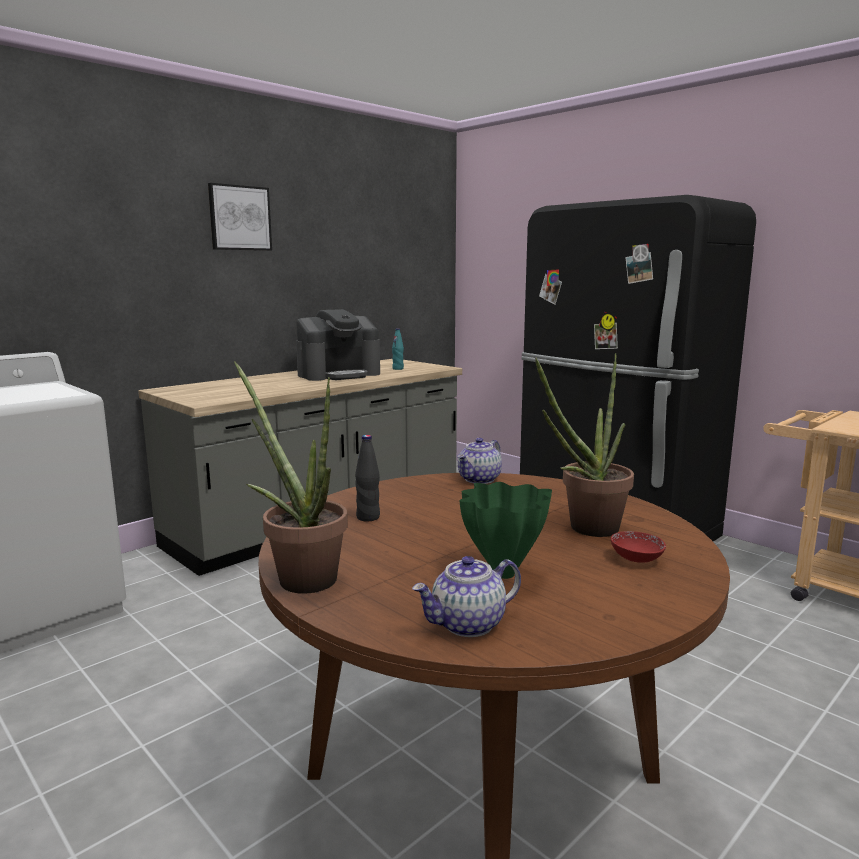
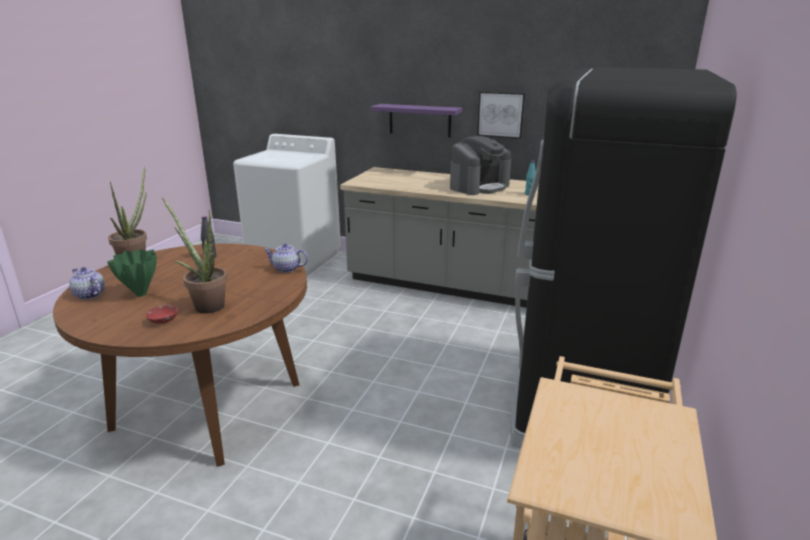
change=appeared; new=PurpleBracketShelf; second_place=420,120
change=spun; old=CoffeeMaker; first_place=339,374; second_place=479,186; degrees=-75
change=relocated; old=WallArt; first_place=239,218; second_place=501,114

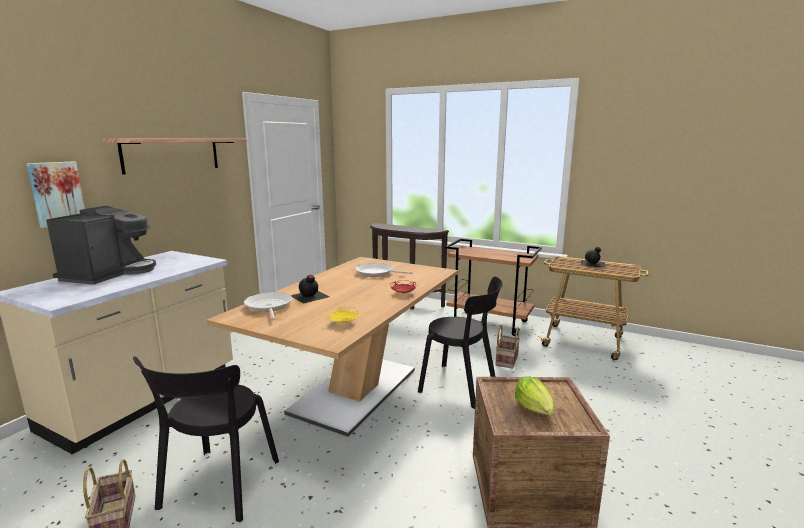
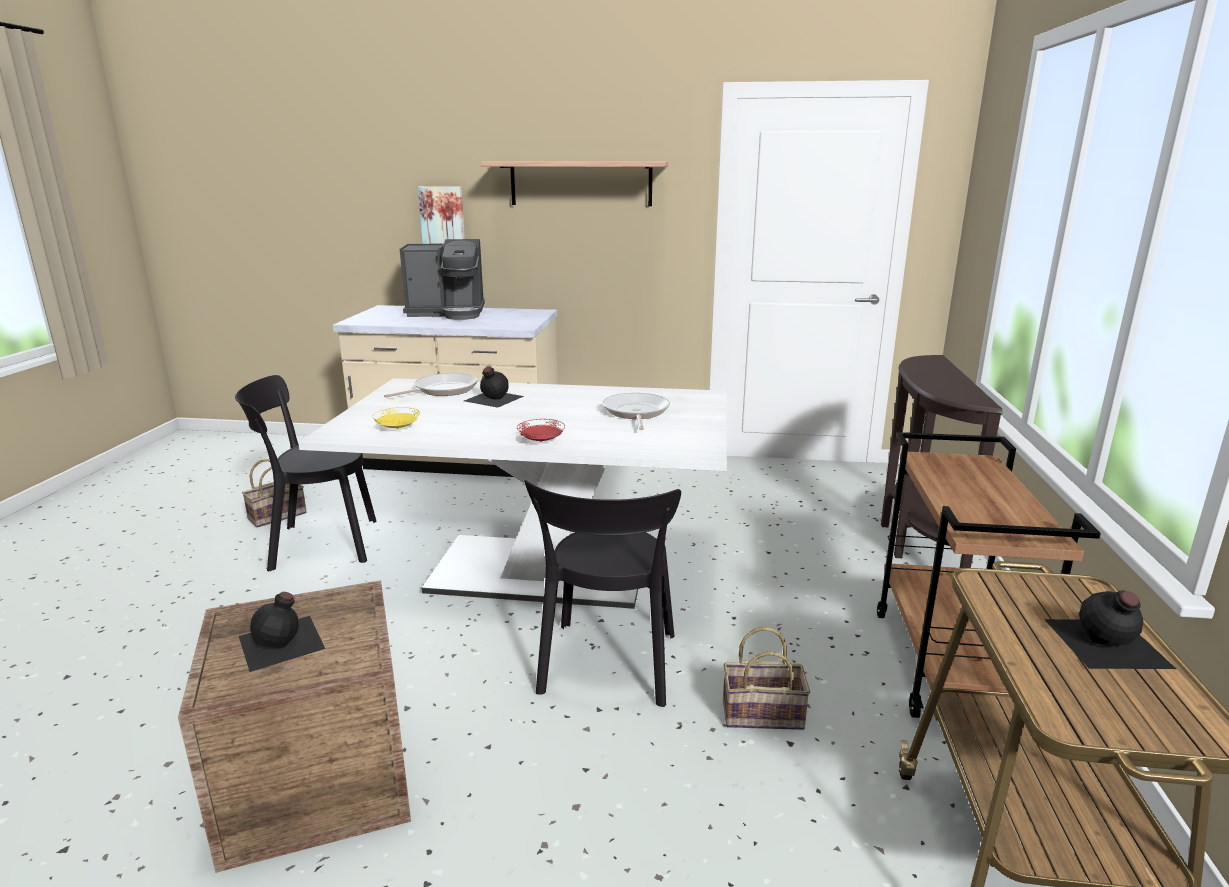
change=exchanged; old=Lettuce; new=BlackDrinkBottle; first_place=534,408; second_place=283,642
change=colour; old=BrownishDiningTable; new=WhiteColouredDiningTable; first_place=355,390; second_place=539,571

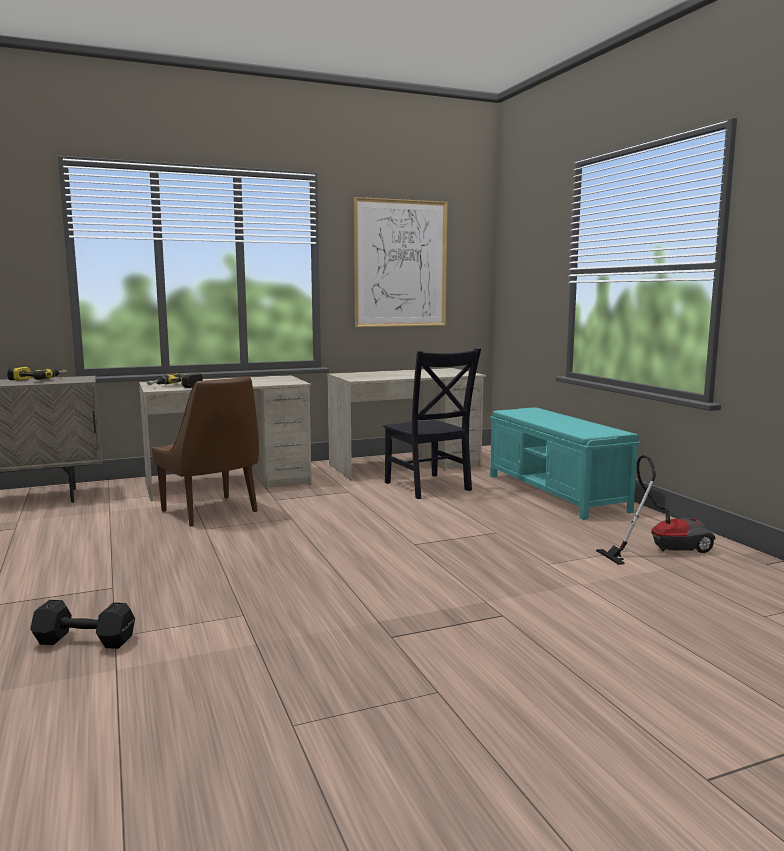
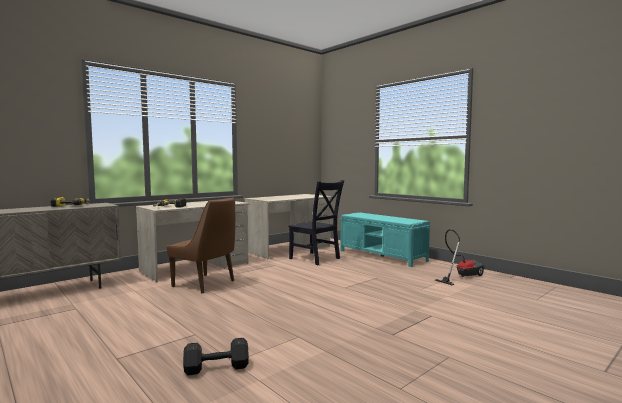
change=missing; old=WallArt; first_place=400,264

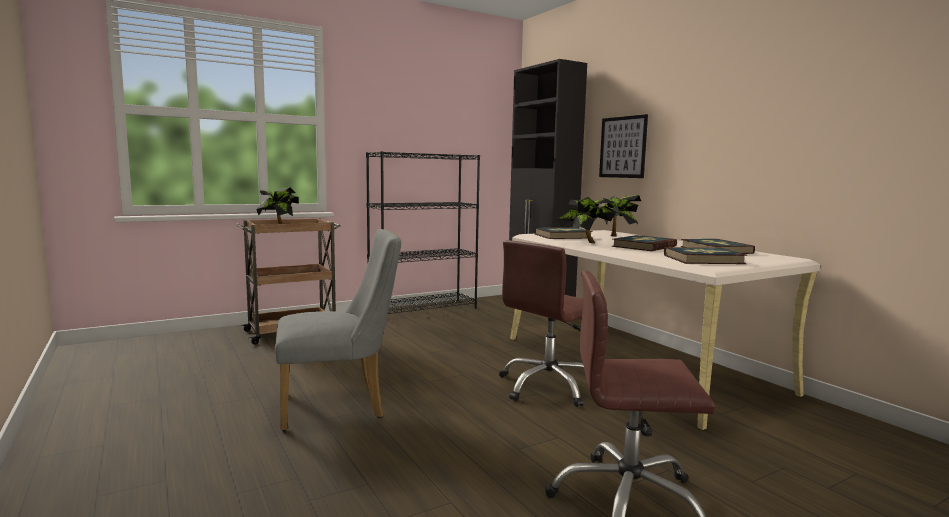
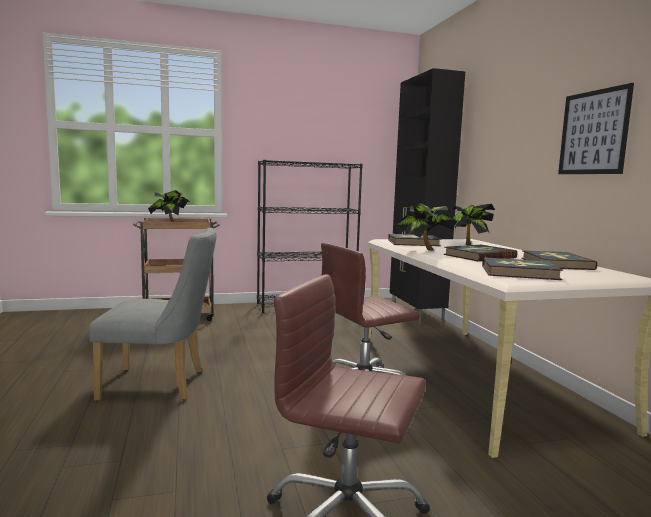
change=relocated; old=WallArt; first_place=622,147; second_place=593,132

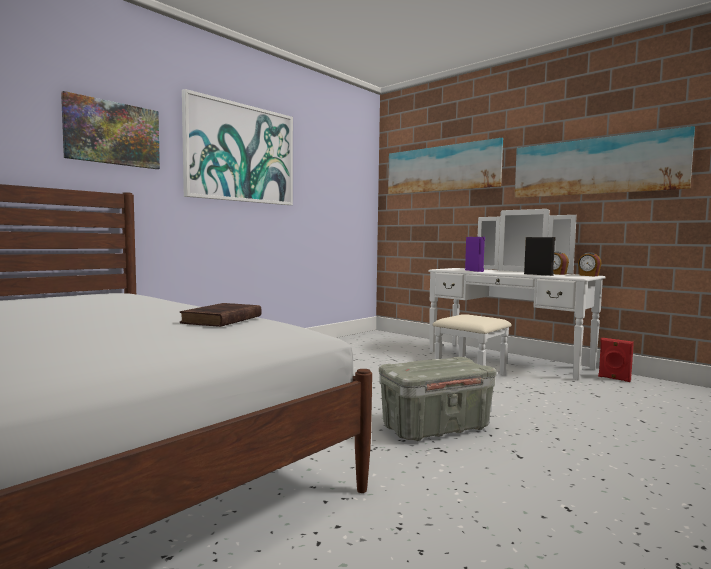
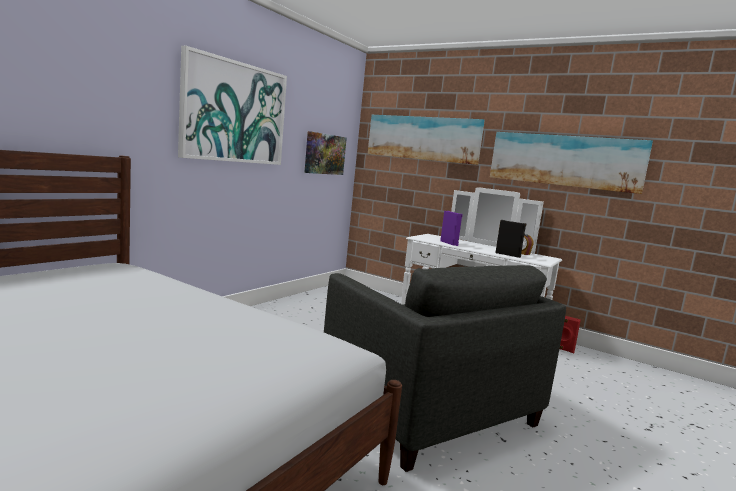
change=relocated; old=WallArt; first_place=112,133; second_place=325,154
change=exchanged; old=GrayStorageBox; new=GrayArmchair; first_place=435,428; second_place=427,407
change=missing; old=BrownishBook; first_place=221,320
change=missing; old=BedsideClock; first_place=588,275

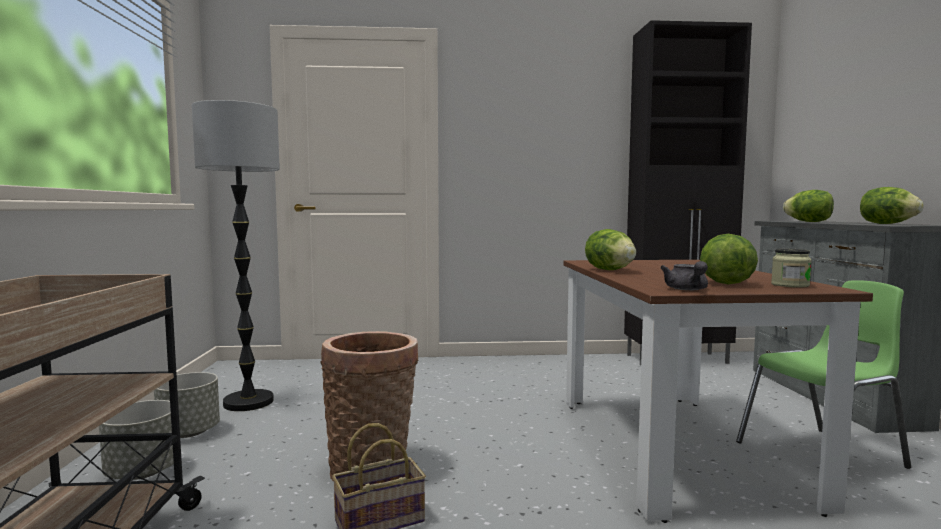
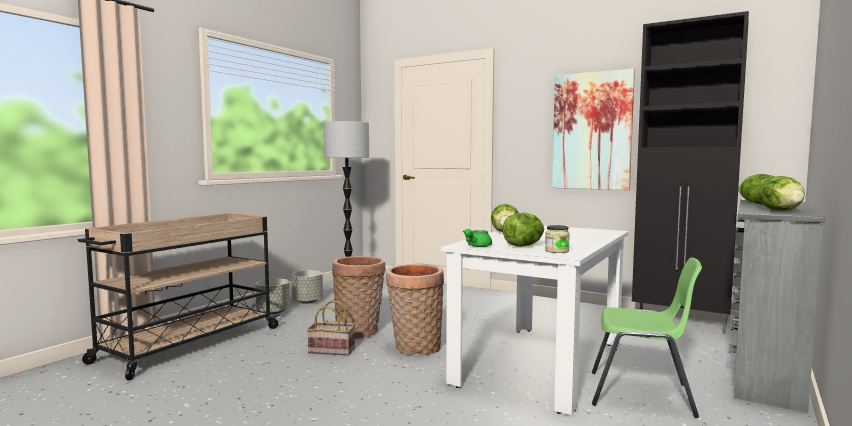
change=appeared; new=Basket; second_place=415,348
change=colour; old=BrownishDiningTable; new=WhiteColouredDiningTable; first_place=673,447; second_place=540,364
change=colour; old=GrayTeapot; new=GreenTeapot; first_place=687,289; second_place=476,246
change=appeared; new=WallArt; second_place=592,131

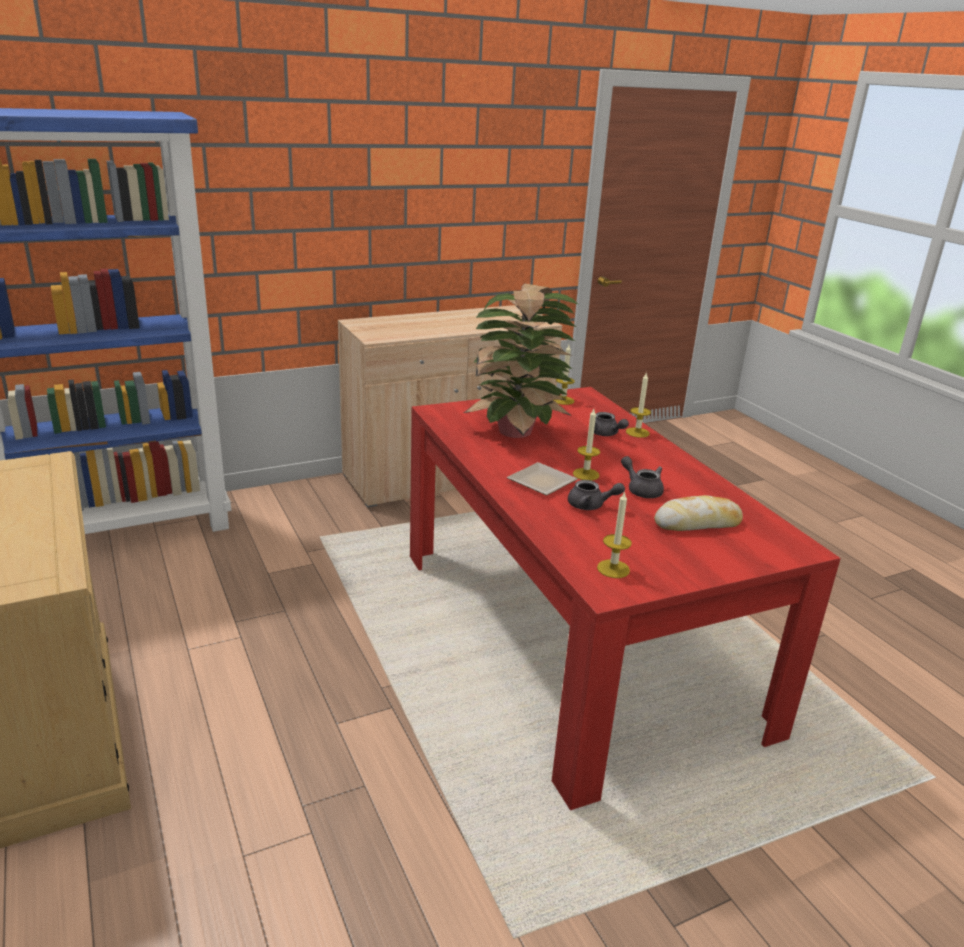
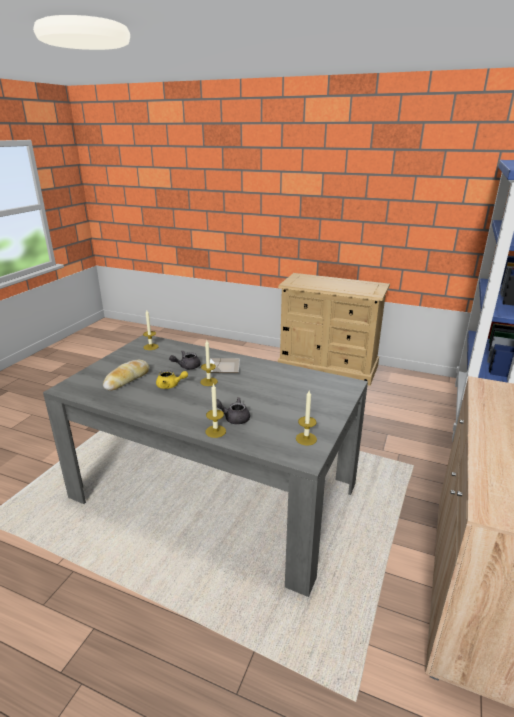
change=colour; old=RedDiningTable; new=GrayDiningTable; first_place=572,635; second_place=215,491
change=colour; old=GrayTeapot; new=YellowTeapot; first_place=641,490; second_place=170,385
change=missing; old=PottedPlant; first_place=515,433

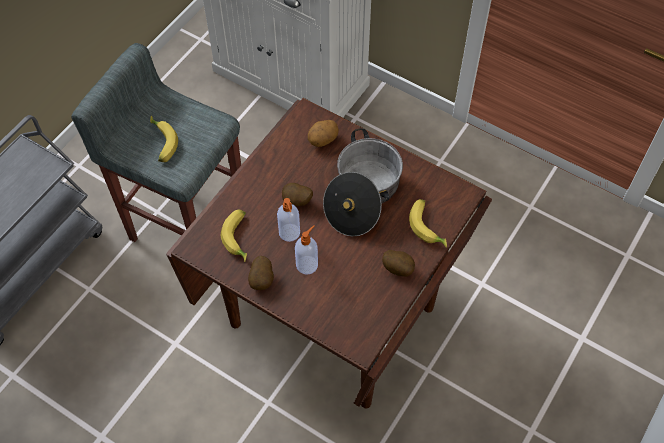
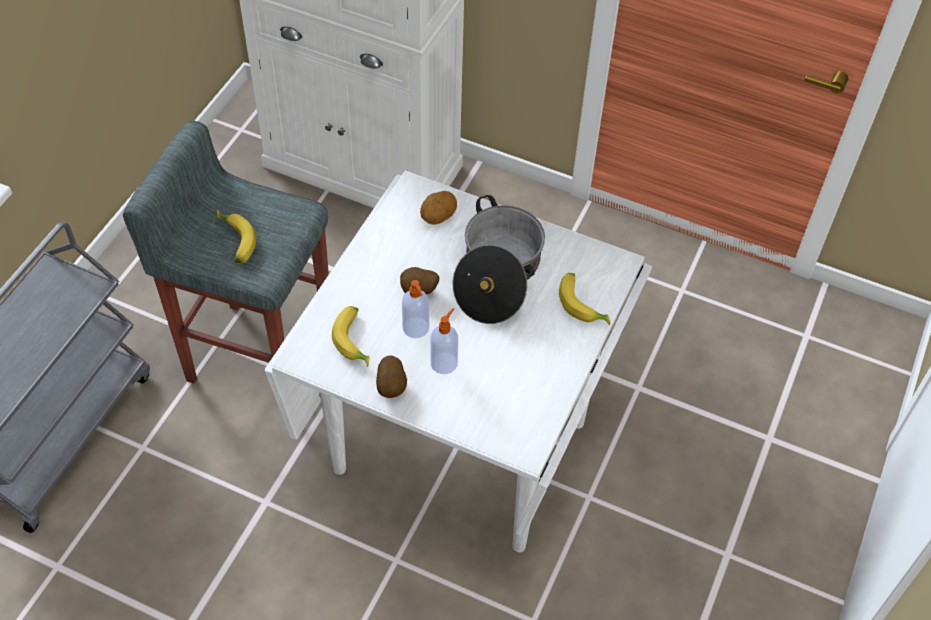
change=colour; old=BrownishDiningTable; new=WhiteColouredDiningTable; first_place=331,317; second_place=459,447
change=missing; old=Spud; first_place=398,268

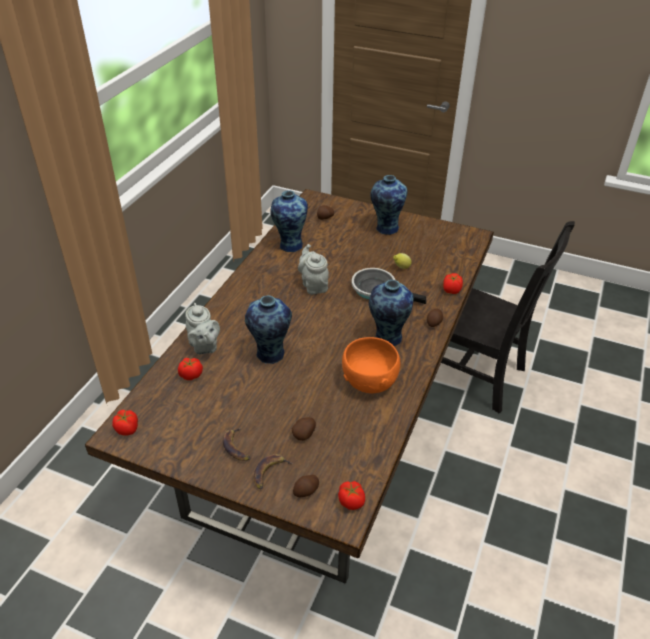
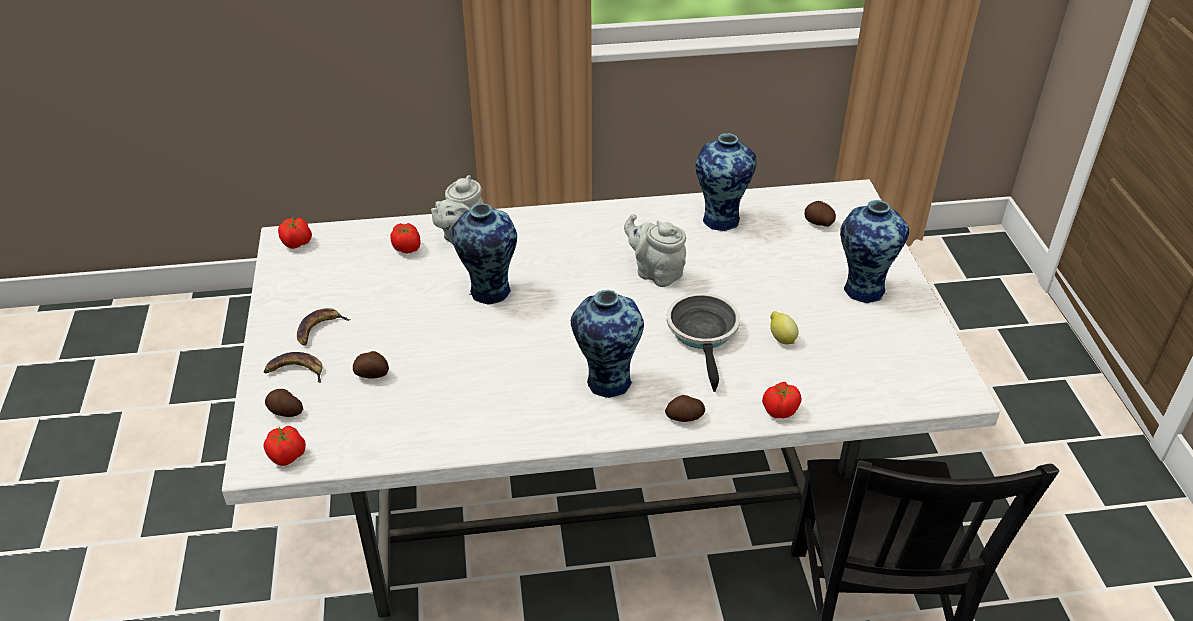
change=colour; old=BrownishDiningTable; new=WhiteColouredDiningTable; first_place=323,433; second_place=598,488
change=spun; old=GrayTeapot; first_place=313,285; second_place=656,273; degrees=-90
change=missing; old=OrangeDeepDish; first_place=370,381

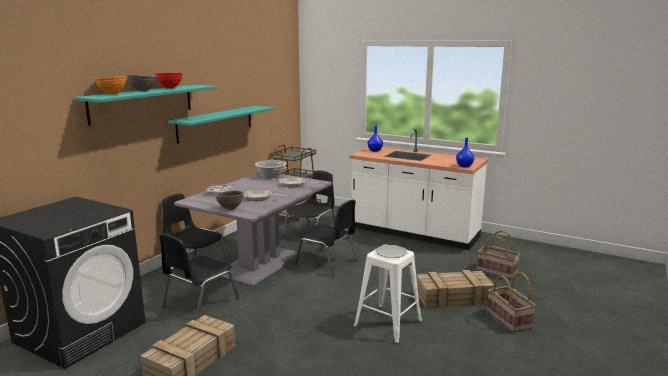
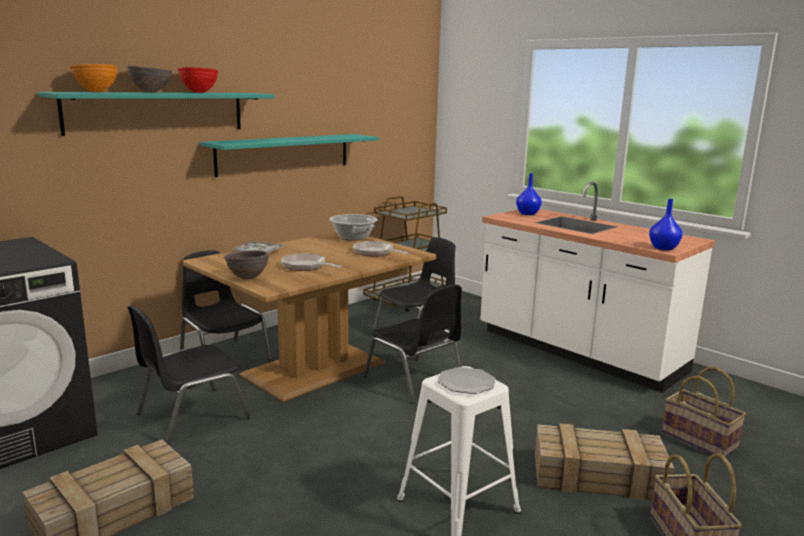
change=colour; old=GrayDiningTable; new=BrownishDiningTable; first_place=261,264; second_place=315,369

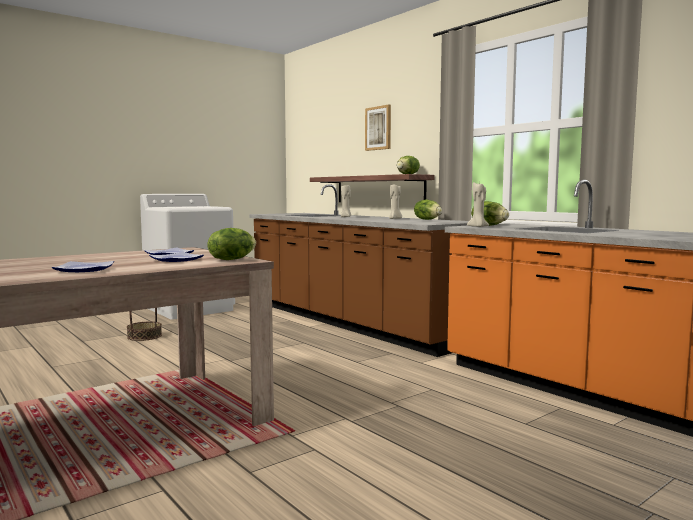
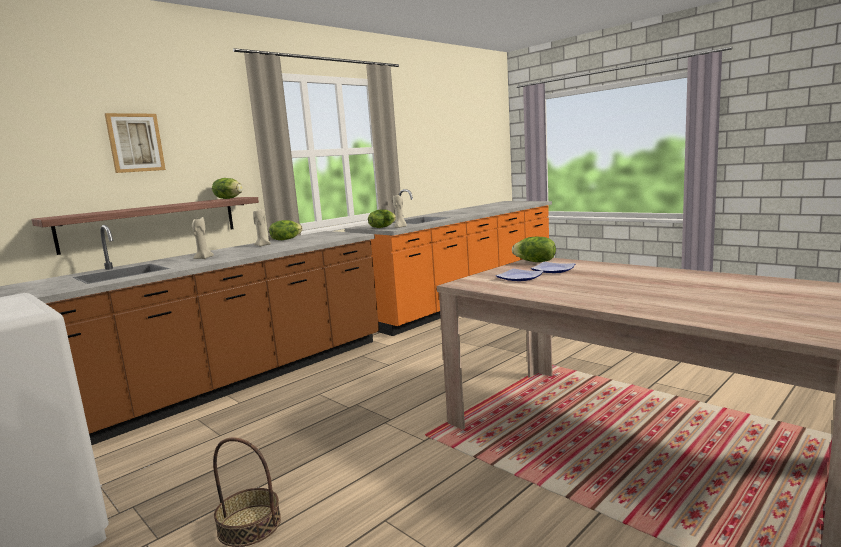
change=missing; old=FlatDish; first_place=85,270

